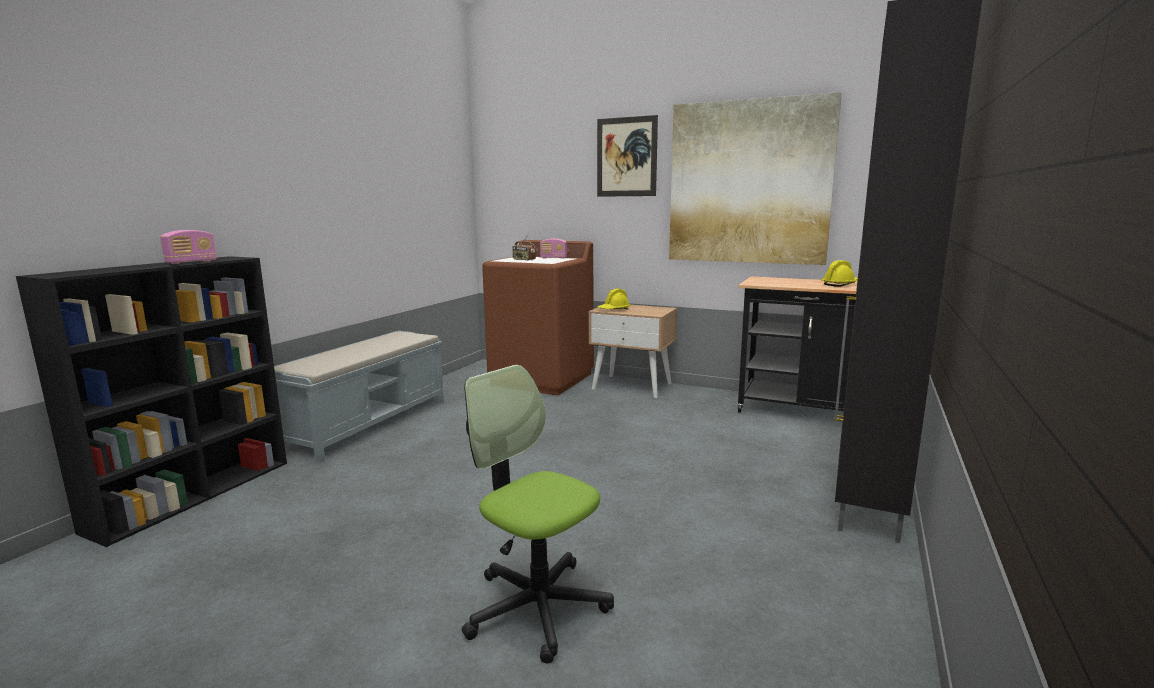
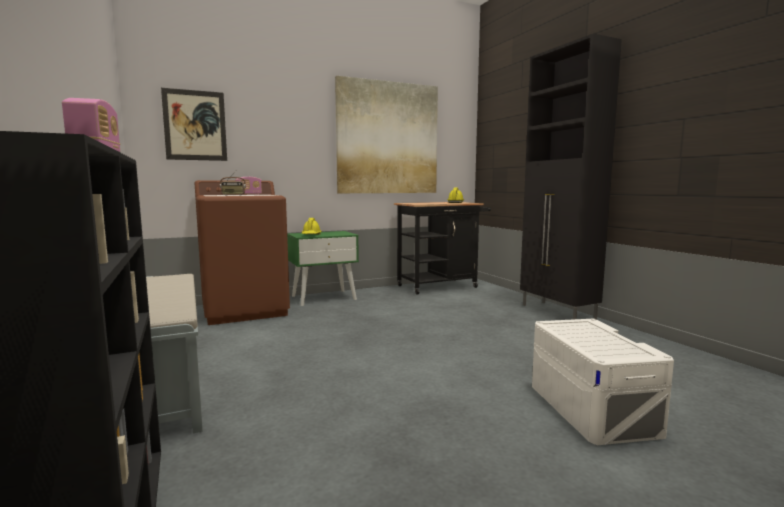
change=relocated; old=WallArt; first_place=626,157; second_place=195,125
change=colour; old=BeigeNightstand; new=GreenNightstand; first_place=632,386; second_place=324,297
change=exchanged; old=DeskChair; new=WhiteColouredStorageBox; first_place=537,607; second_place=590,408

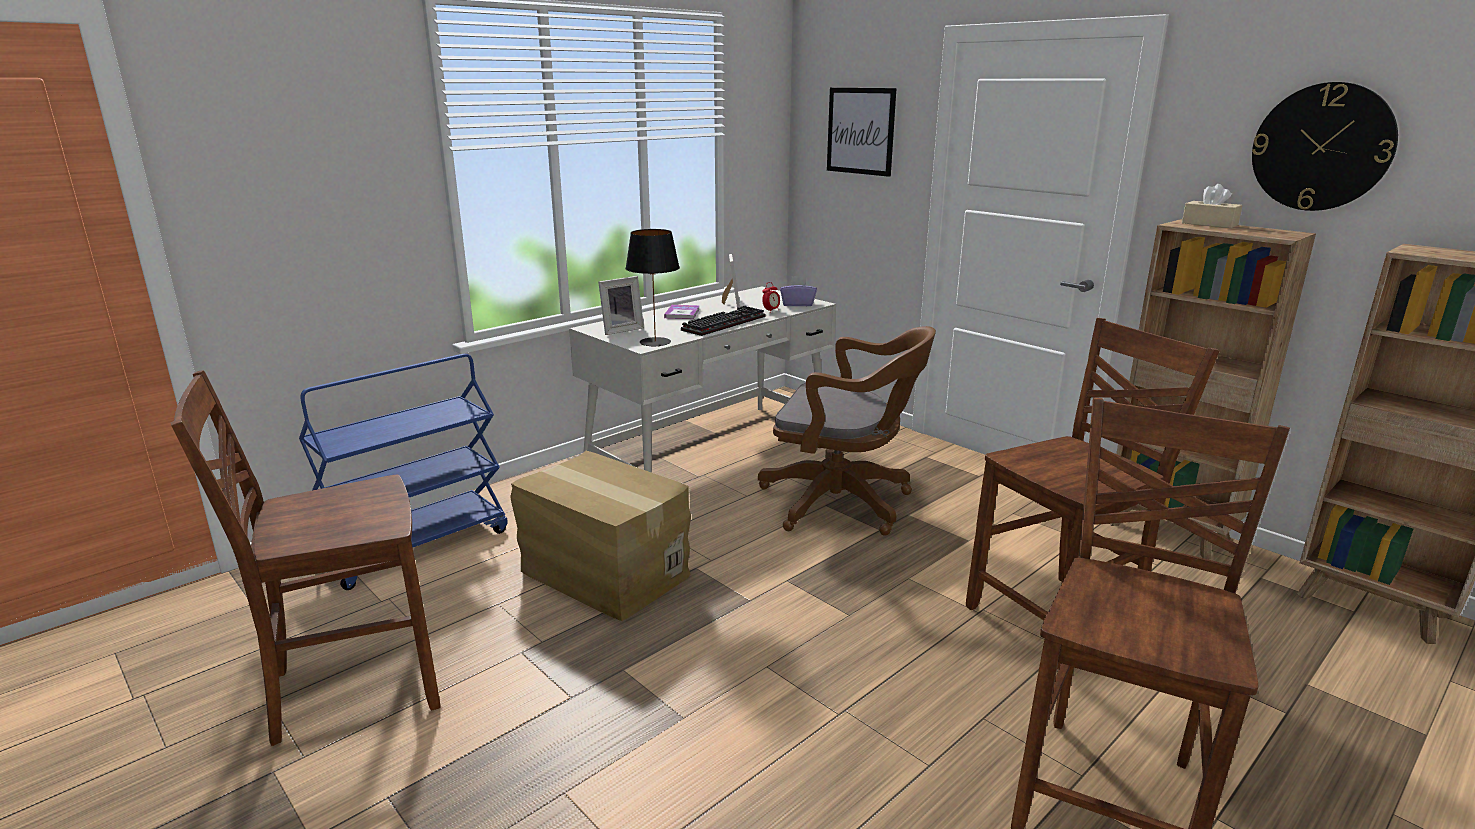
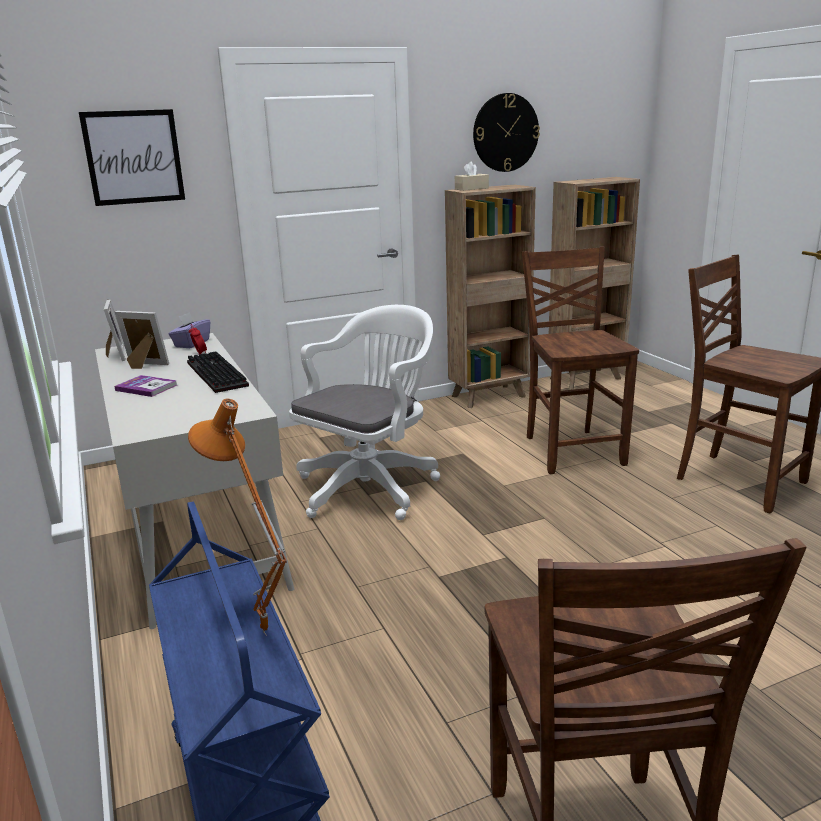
change=relocated; old=PictureFrame; first_place=620,329; second_place=116,356
change=appeared; new=OrangeTabletopLamp; second_place=260,635
change=colour; old=BrownishDeskChair; new=WhiteColouredDeskChair; first_place=844,503; second_place=371,486
change=missing; old=CardboardBox; first_place=603,573
change=missing; old=BlackTabletopLamp; first_place=655,342

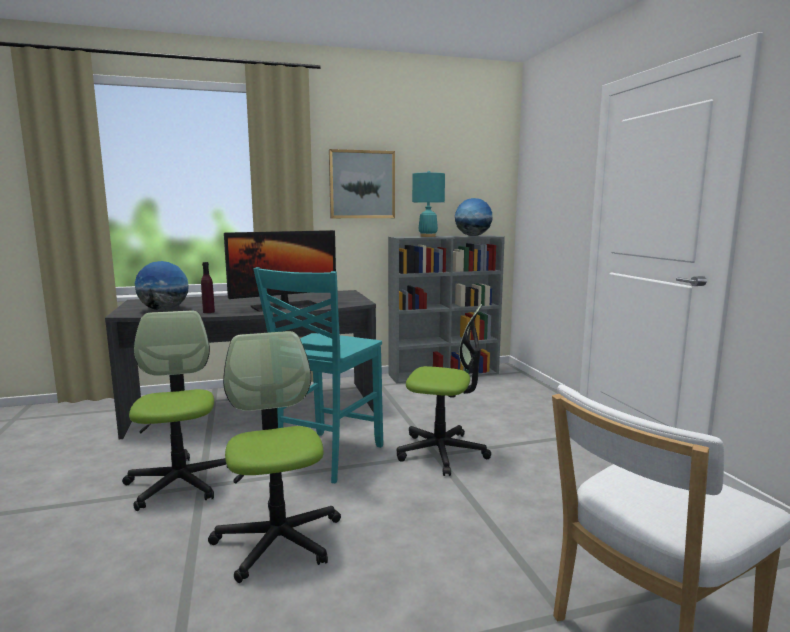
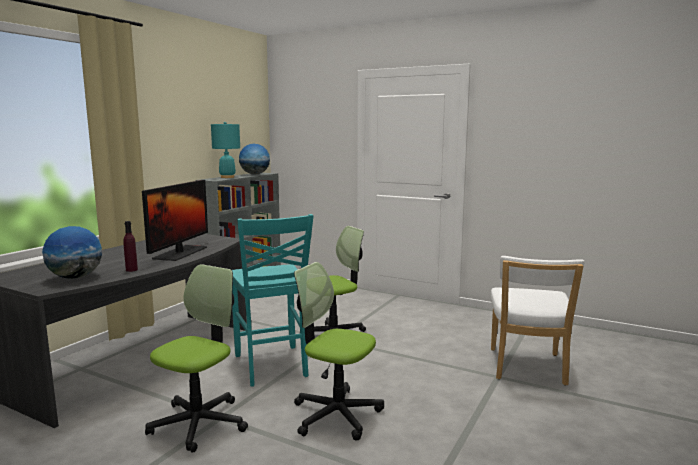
change=spun; old=DeskChair; first_place=180,483; second_place=199,423; degrees=90
change=missing; old=WallArt; first_place=362,184

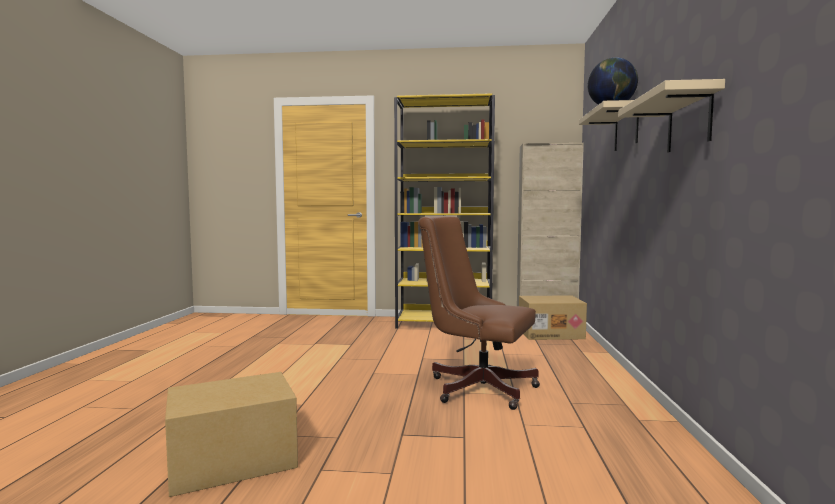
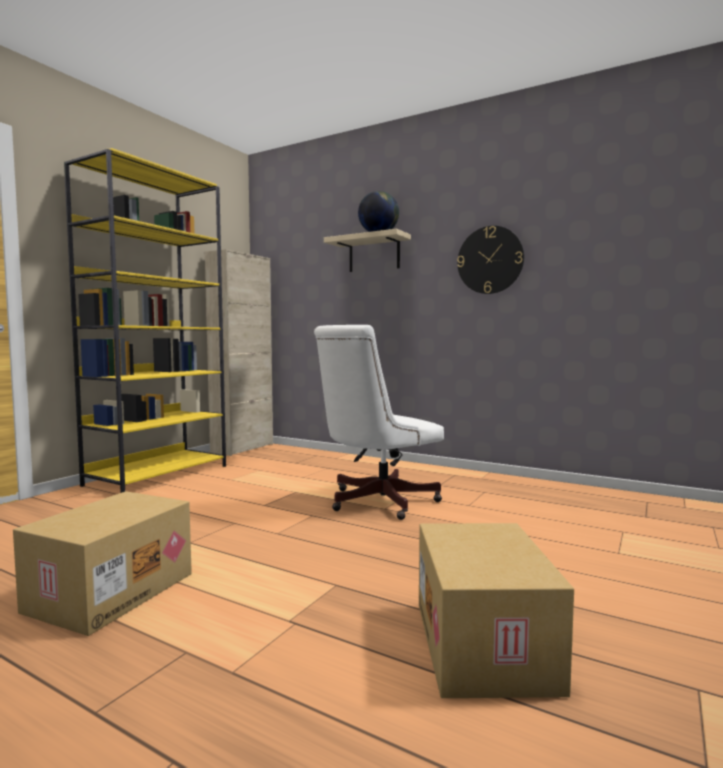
change=relocated; old=CardboardBox; first_place=550,333; second_place=110,591
change=colour; old=BrownishDeskChair; new=WhiteColouredDeskChair; first_place=475,387; second_place=375,502
change=exchanged; old=BeigeBracketShelf; new=HangingClock; first_place=689,121; second_place=490,260

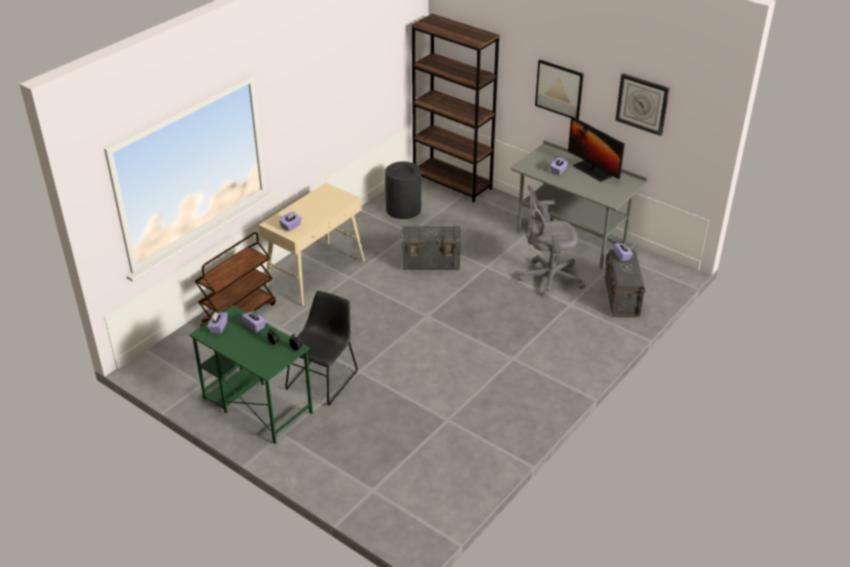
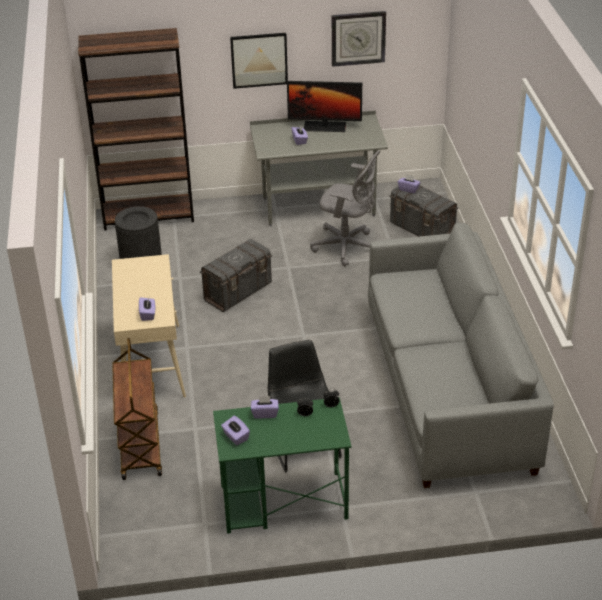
change=spun; old=GrayDeskChair; first_place=547,278; second_place=347,247; degrees=-105
change=appeared; new=GrayCouch; second_place=448,390

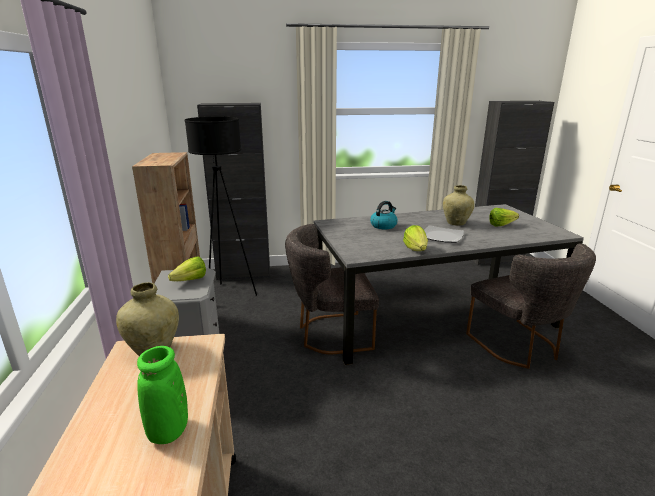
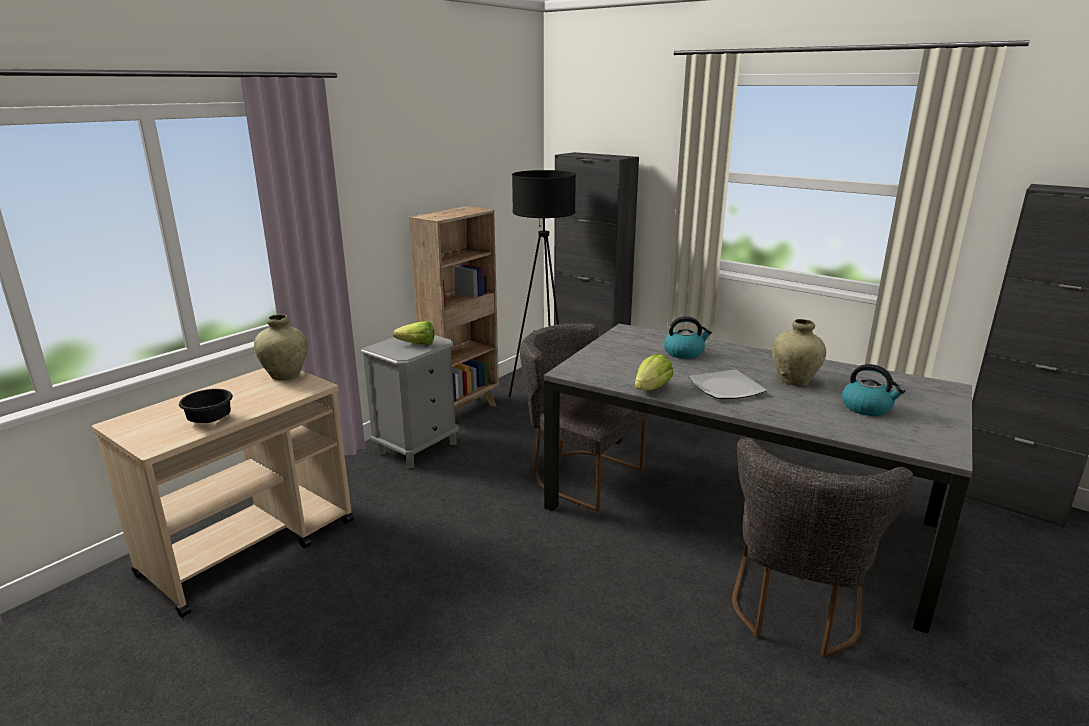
change=exchanged; old=GreenVase; new=BlackDeepDish; first_place=168,431; second_place=208,420
change=exchanged; old=Lettuce; new=TeaKettle; first_place=504,225; second_place=867,408

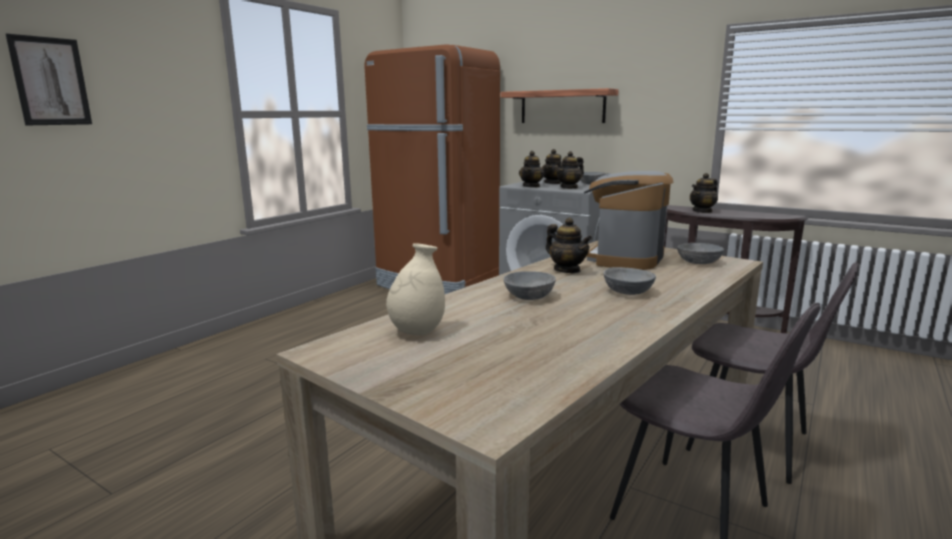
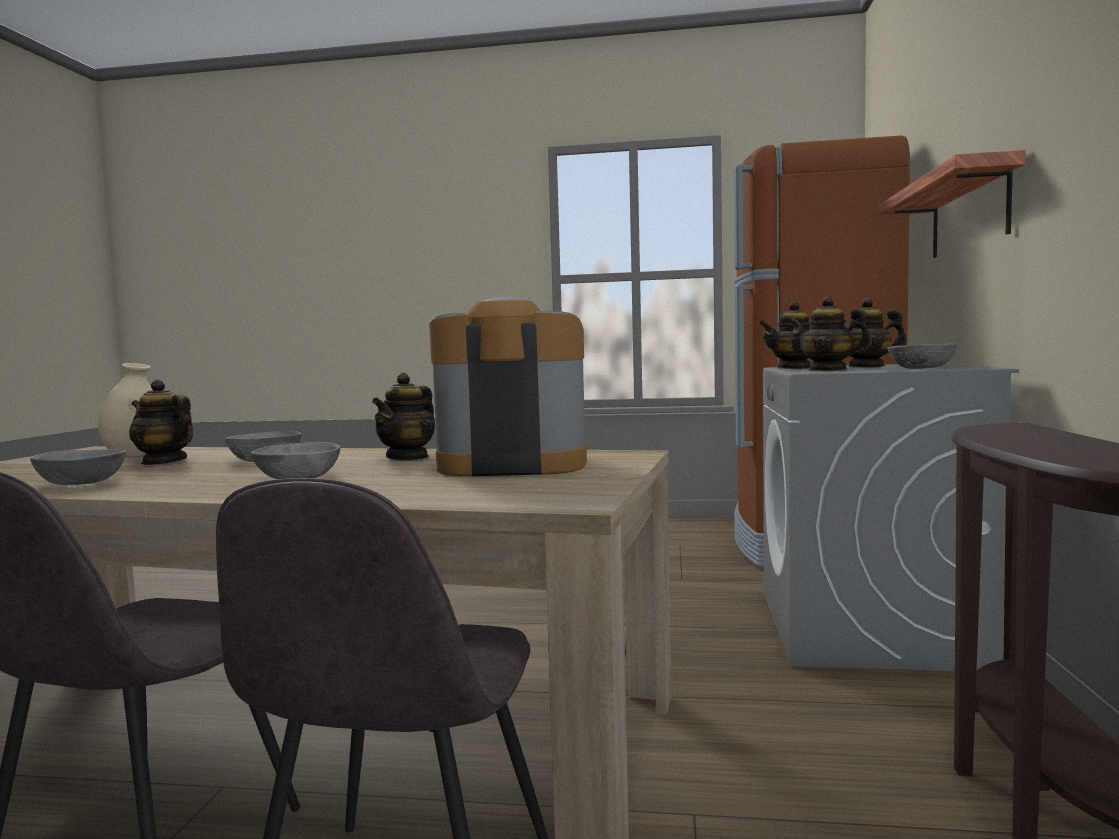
change=relocated; old=GrayDeepDish; first_place=699,262; second_place=80,483
change=relocated; old=Teapot; first_place=702,211; second_place=164,462
change=missing; old=WallArt; first_place=50,81

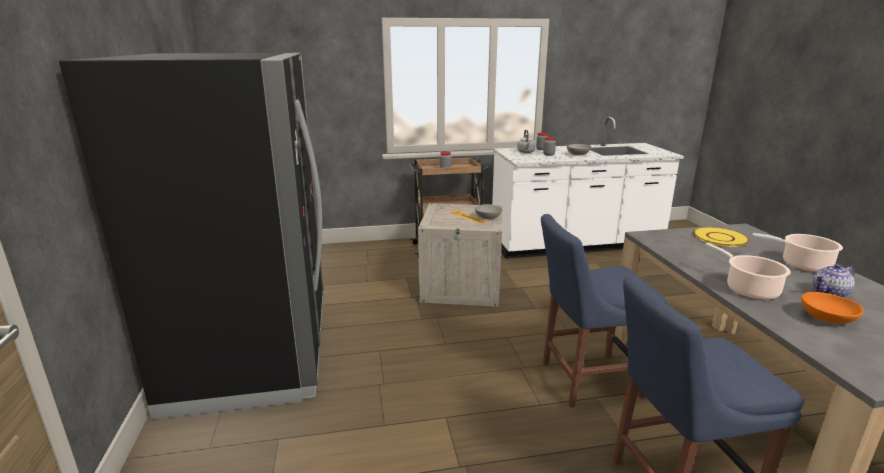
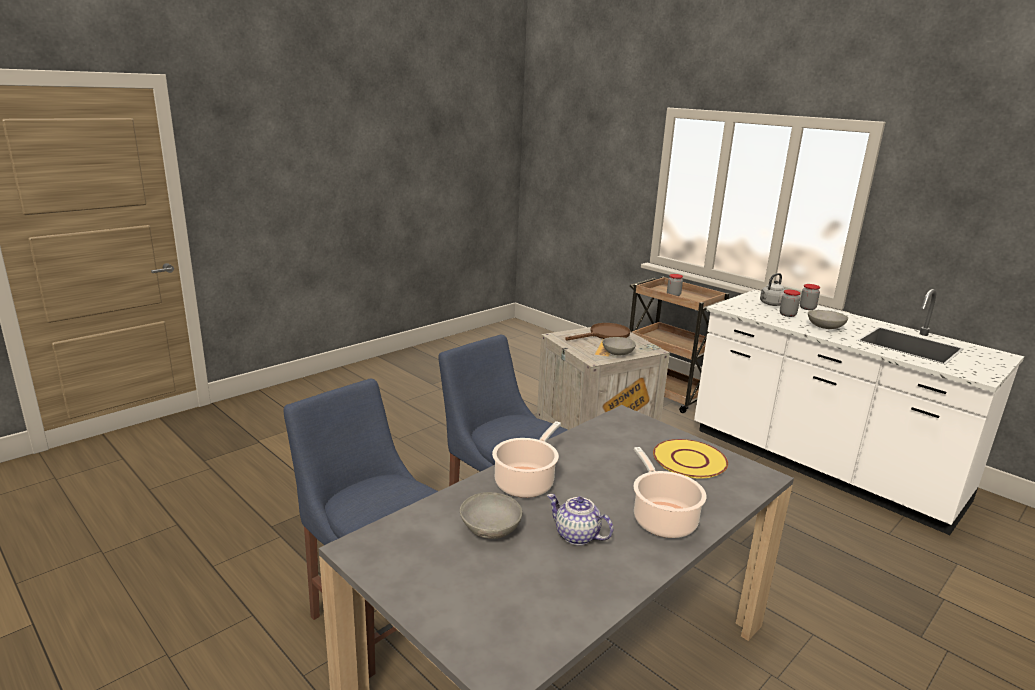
change=colour; old=OrangeDeepDish; new=GrayDeepDish; first_place=826,318; second_place=491,529
change=appeared; new=BrownishPan; second_place=605,335
change=missing; old=BlackKitchenFridge; first_place=254,351

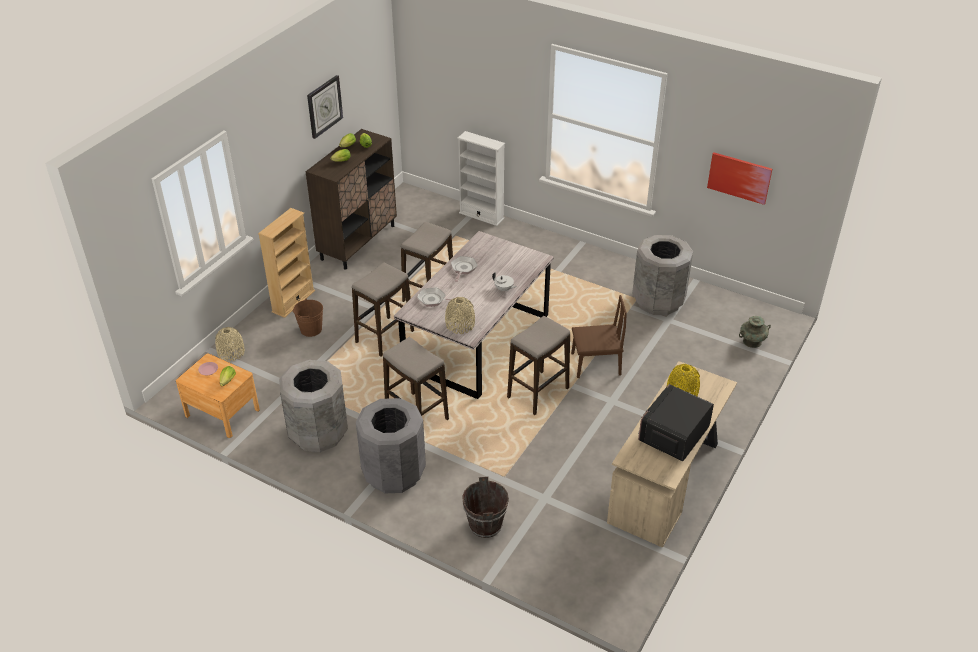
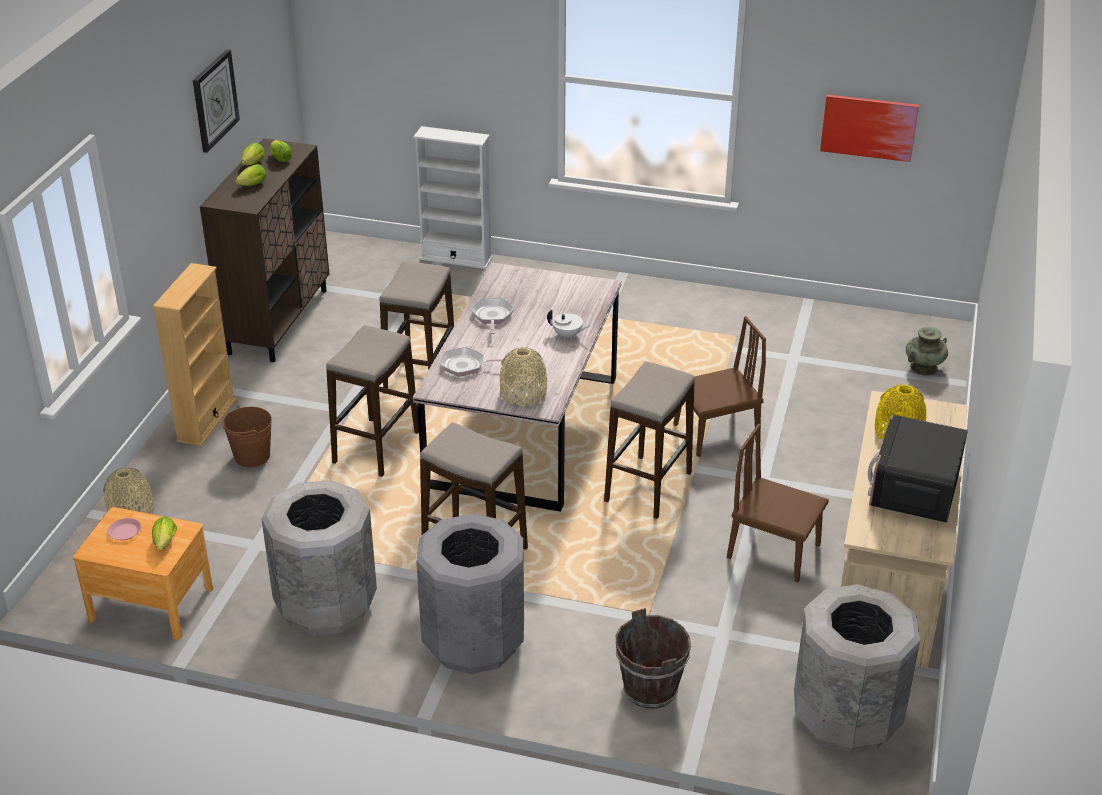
change=appeared; new=BrownishChair; second_place=774,551
change=relocated; old=GrayWasteBin; first_place=658,301; second_place=846,718

